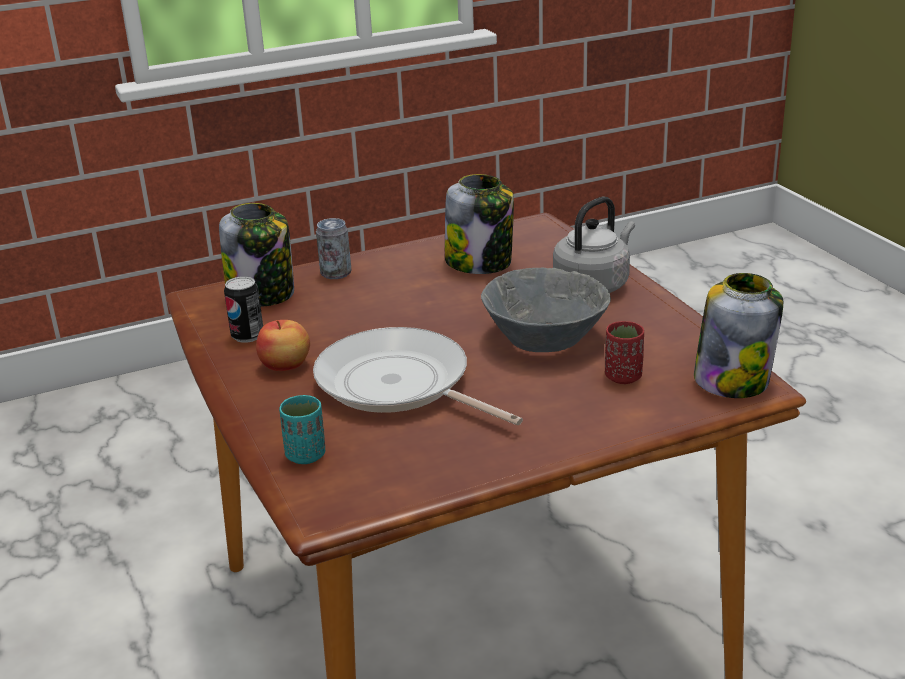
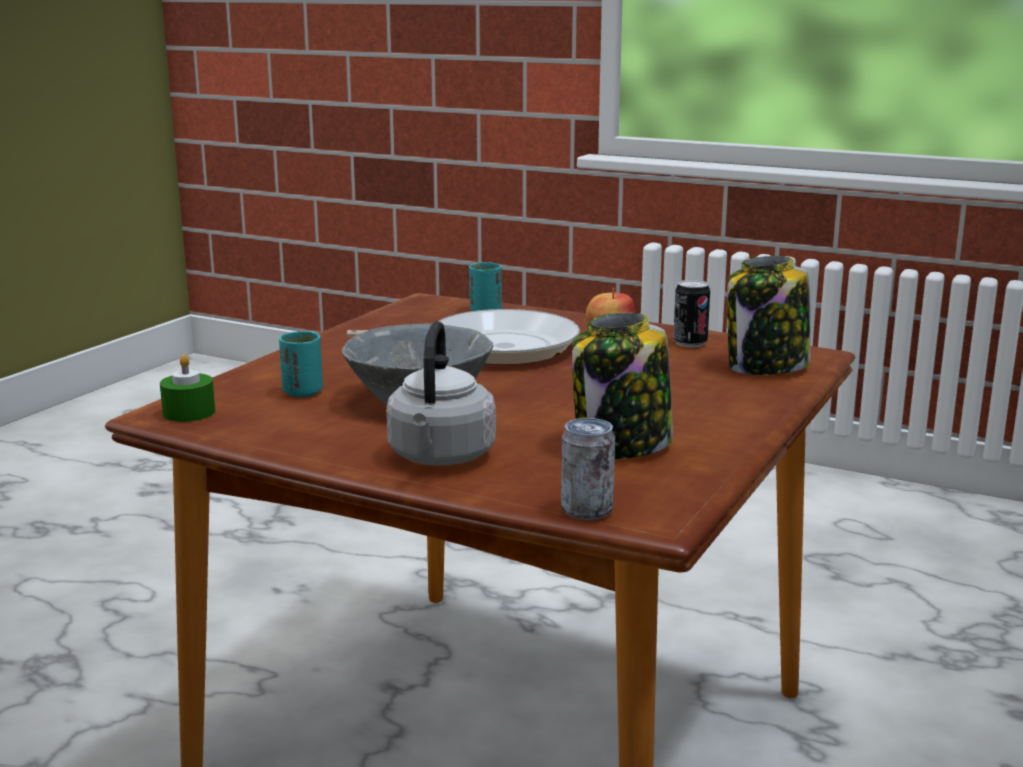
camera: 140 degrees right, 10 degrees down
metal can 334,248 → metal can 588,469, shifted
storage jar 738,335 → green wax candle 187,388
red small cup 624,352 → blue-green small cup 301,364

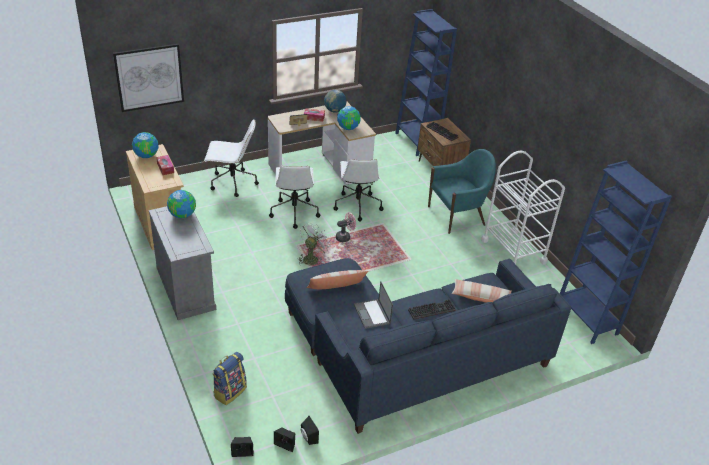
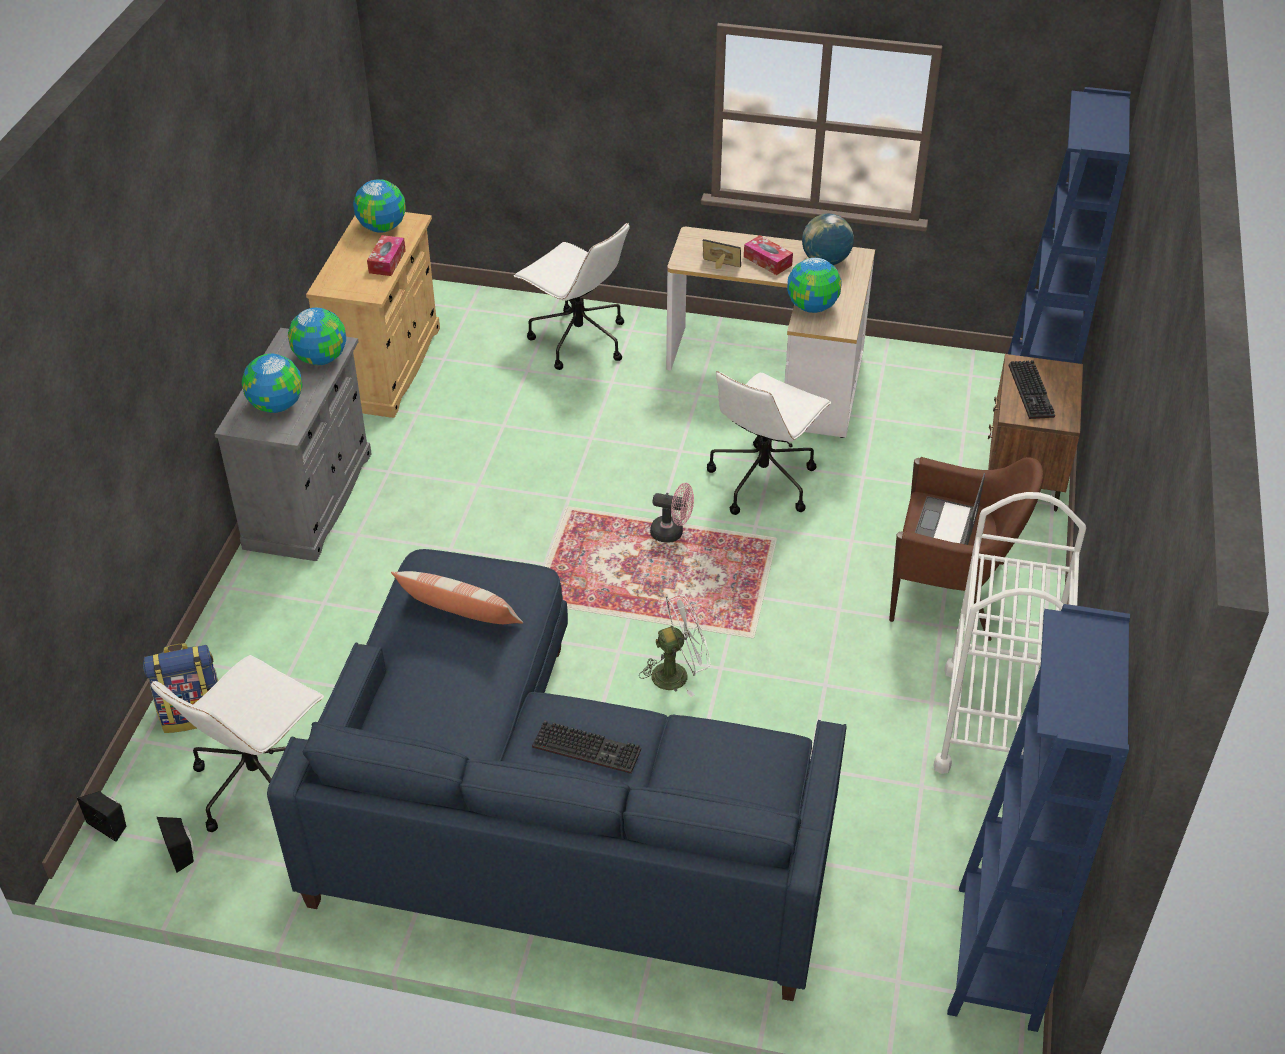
camera: 40 degrees right, 5 degrees up
wall picture 148,78 → -
blue-green easy chair 462,191 → brownish easy chair 966,549
white office chair 294,197 → white office chair 237,743, shifted
white electric fan 314,244 → white electric fan 675,645, shifted
cushion 482,291 → -
notebook computer 373,305 → notebook computer 950,509, shifted
black audio speaker 310,430 → -
- → globe 272,383

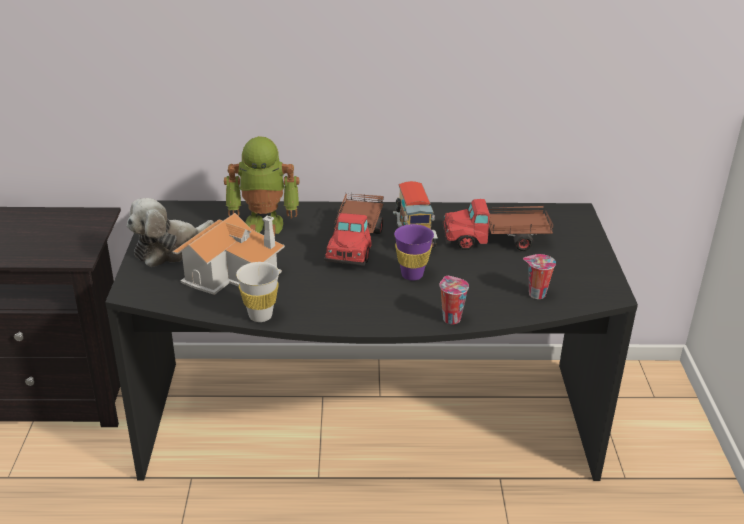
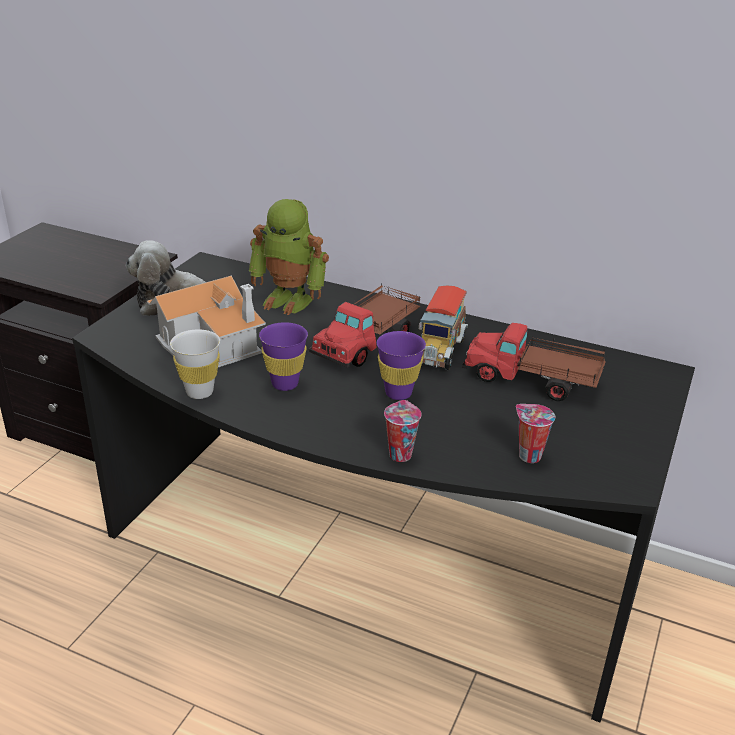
camera: 25 degrees right, 0 degrees up
- → purplish small cup 283,356

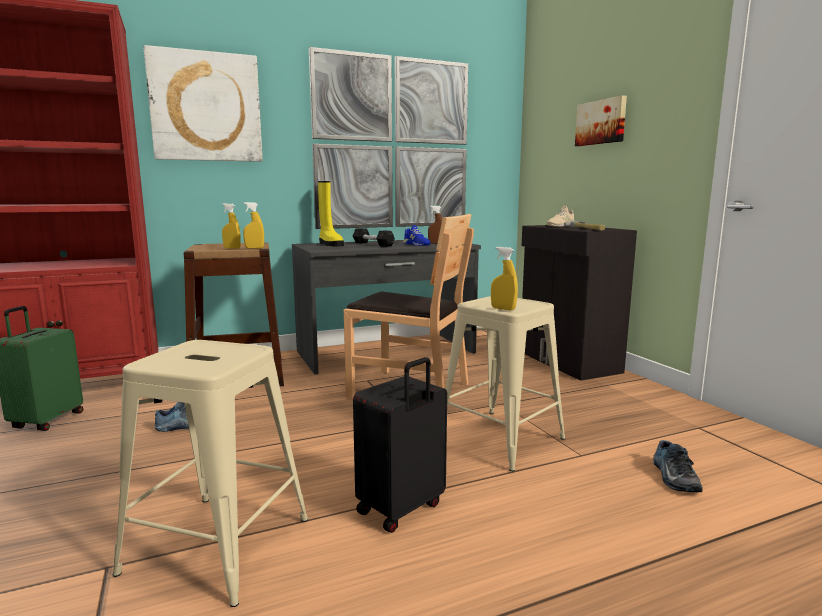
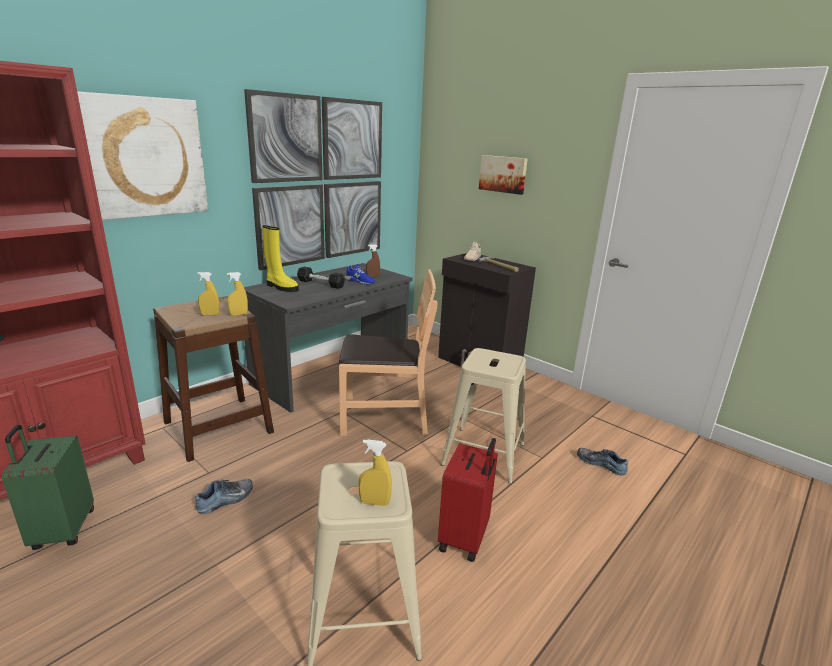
camera: 25 degrees left, 10 degrees up
yellow-coloured spray bottle 504,278 → yellow-coloured spray bottle 375,472, shifted
black suitcase 400,445 → red suitcase 468,500
item of footwear 678,466 → item of footwear 602,462, 150 degrees clockwise

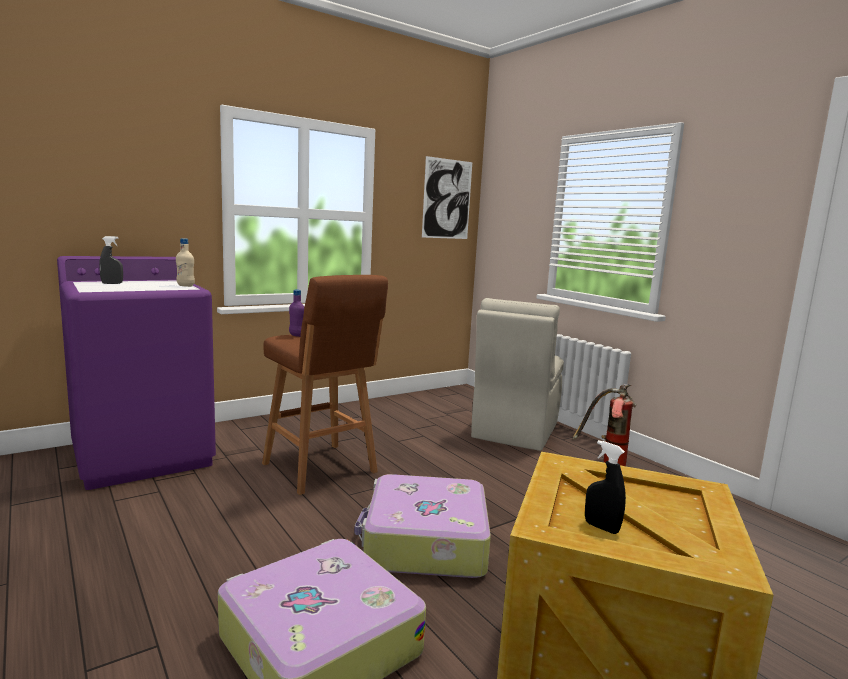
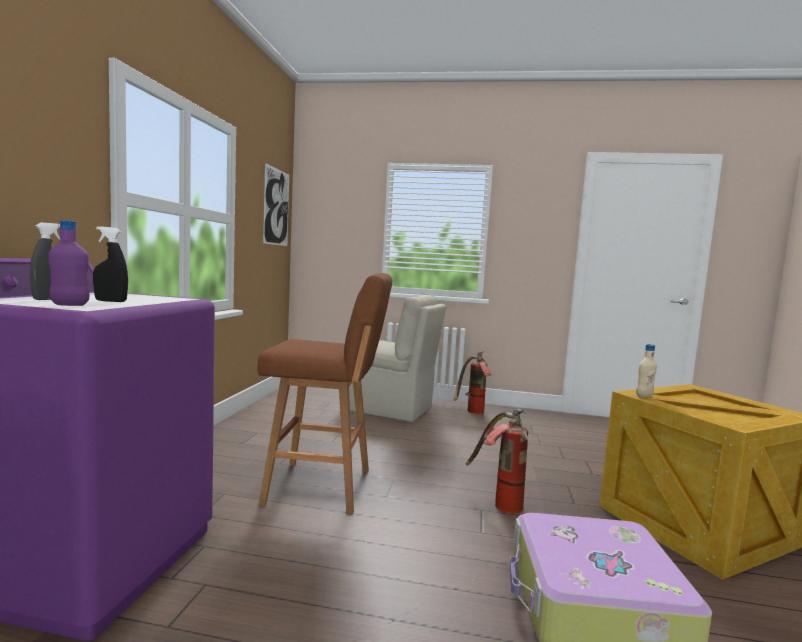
camera: 45 degrees left, 5 degrees down
beige beverage bottle 185,262 → beige beverage bottle 646,370, shifted
purplish beverage bottle 296,313 → purplish beverage bottle 69,263, shifted
beige upright chair 517,374 → beige upright chair 397,358, 45 degrees counterclockwise
black spray bottle 605,487 → black spray bottle 110,264, shifted
suitcase 422,526 → fire extinguisher 497,461

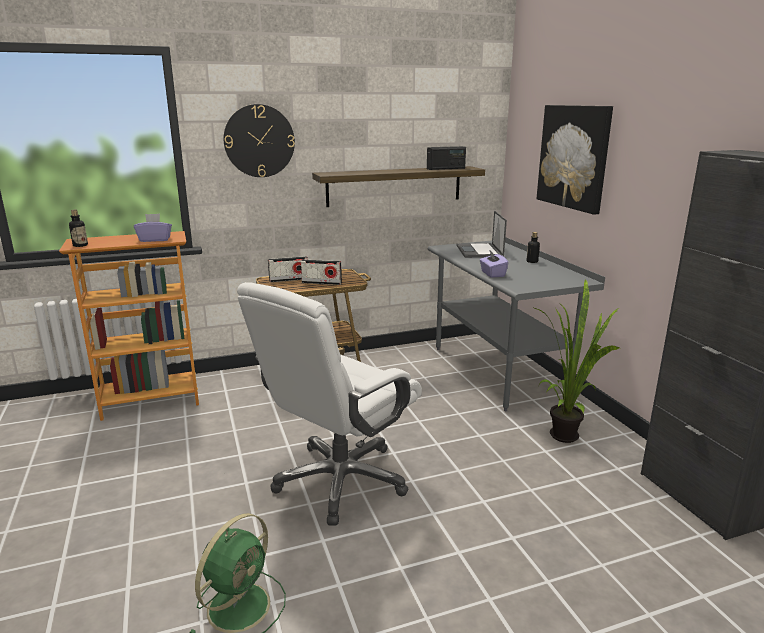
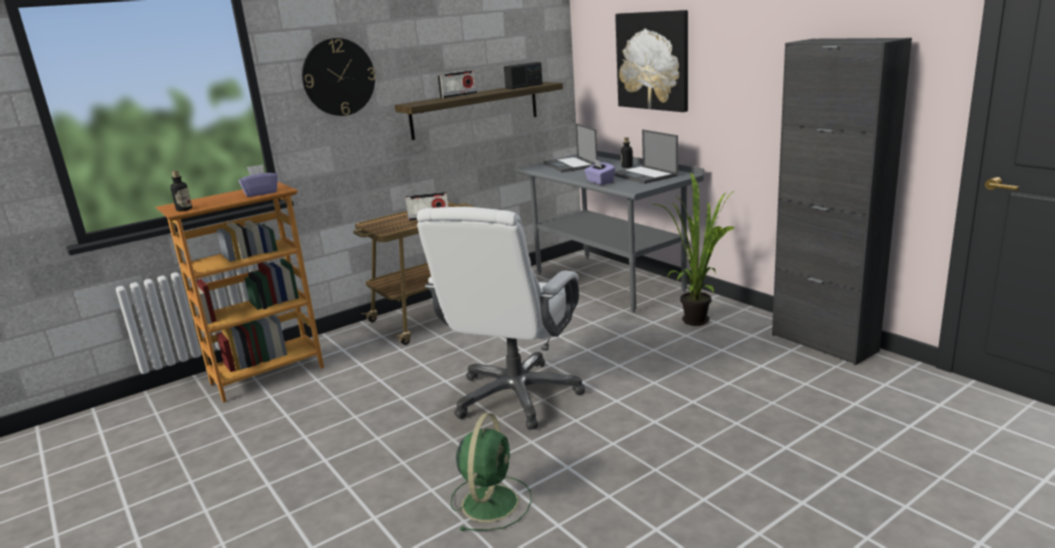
camera: 15 degrees left, 0 degrees up
radio 288,269 → radio 457,84, shifted
- → notebook computer 646,157

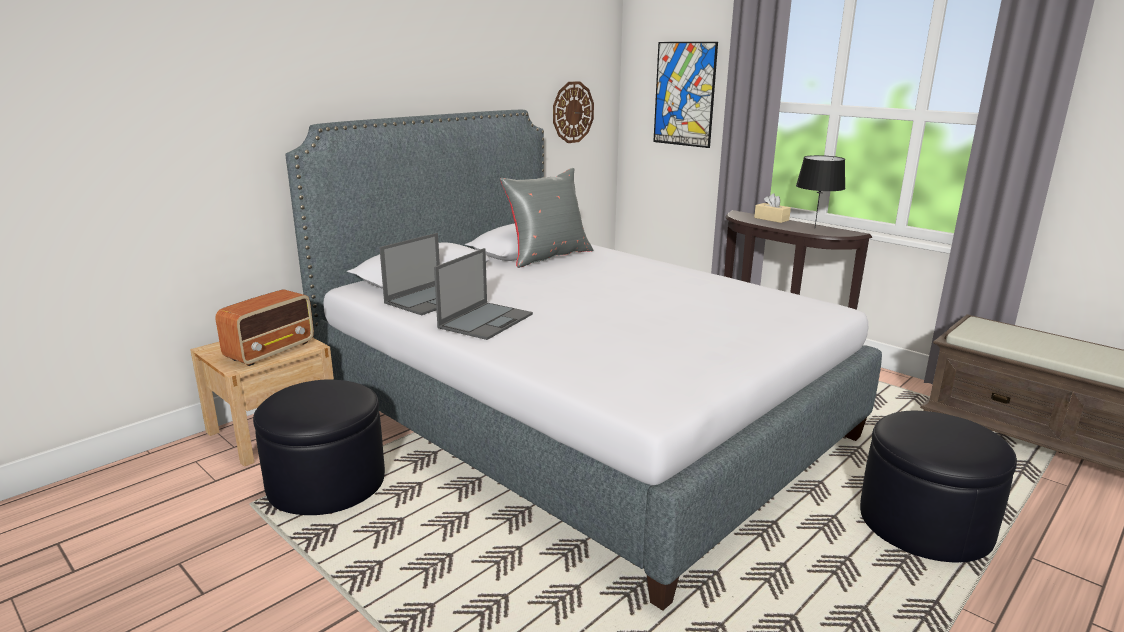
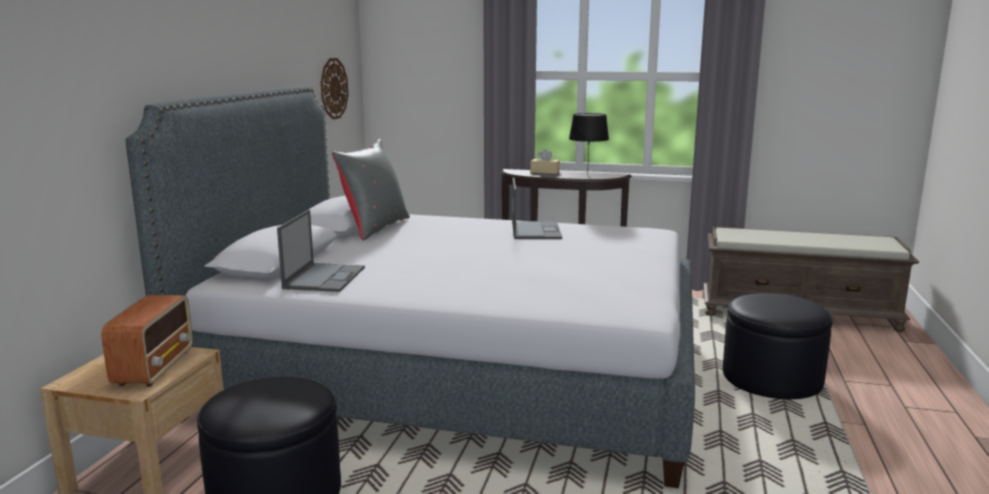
camera: 30 degrees left, 5 degrees down
wall picture 685,95 → -
notebook computer 483,294 → notebook computer 537,208, shifted

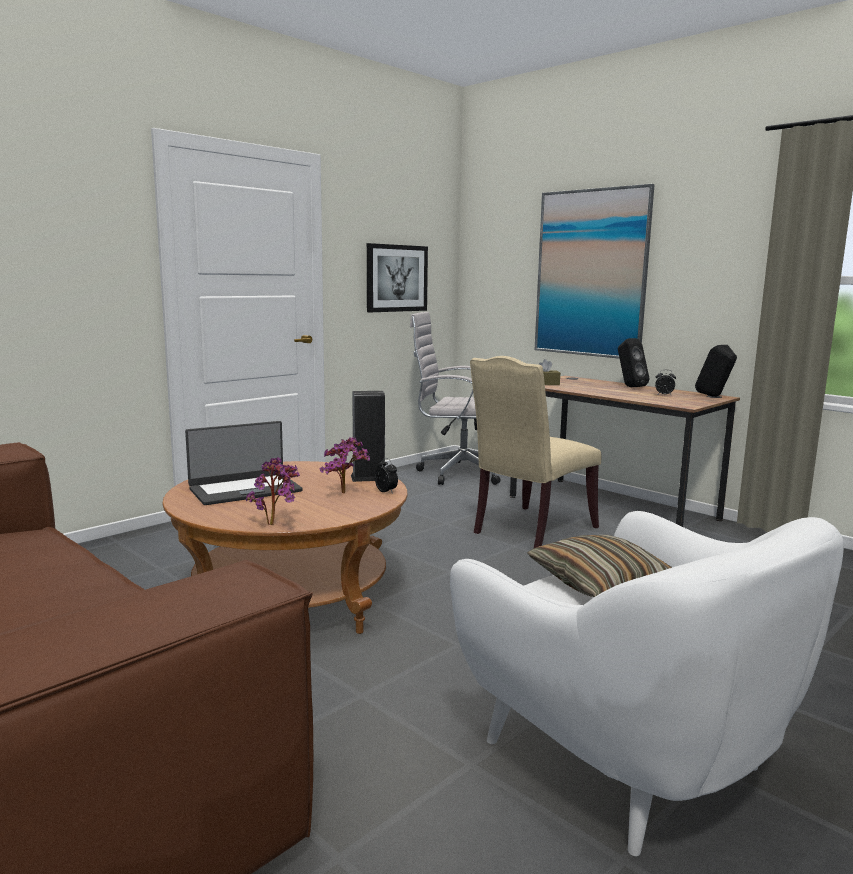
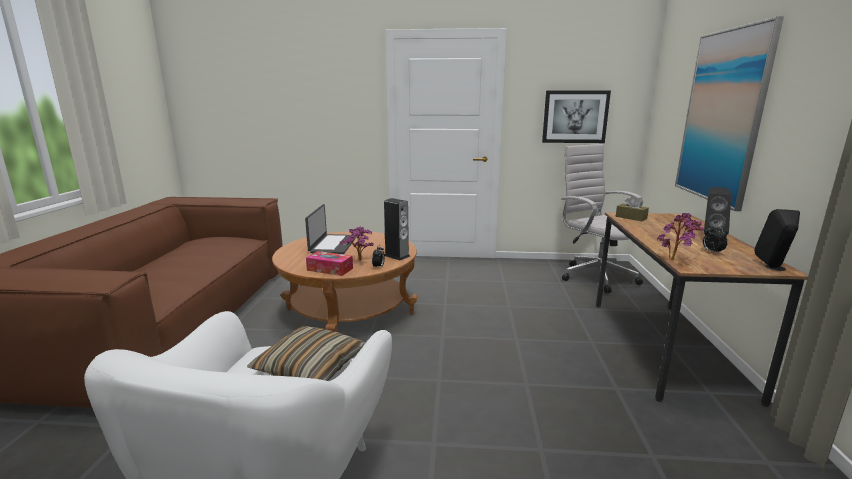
camera: 50 degrees right, 5 degrees up
beige upright chair 535,452 → -
notebook computer 244,463 → notebook computer 330,229, 105 degrees counterclockwise
plant in a pot 273,491 → plant in a pot 680,236, shifted
- → tissue holder 329,263

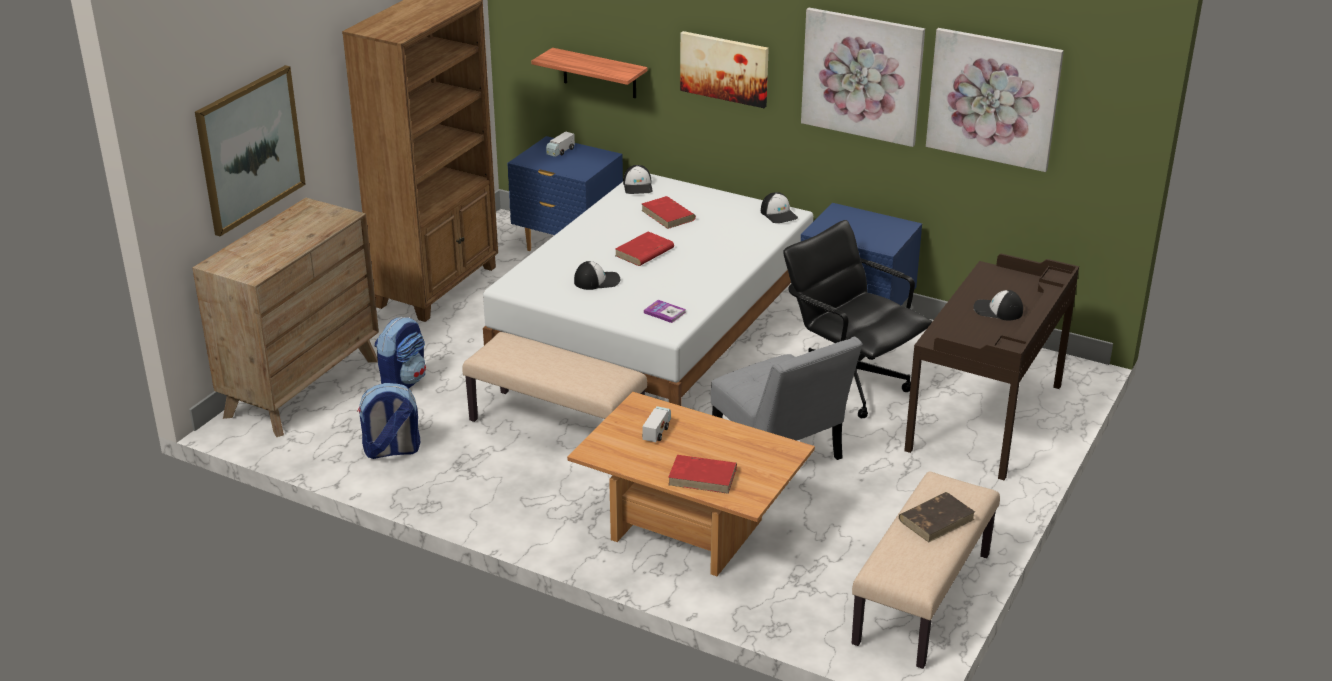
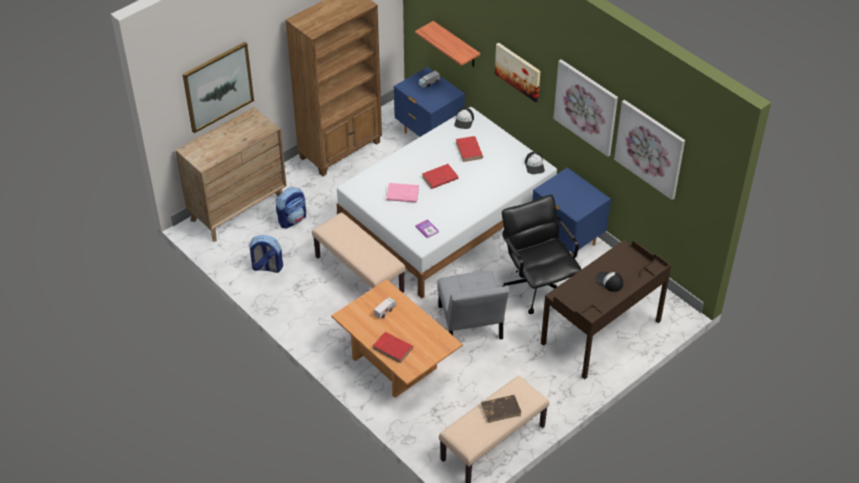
camera: 20 degrees right, 15 degrees up
cap 597,275 → pinkish volume 402,193

